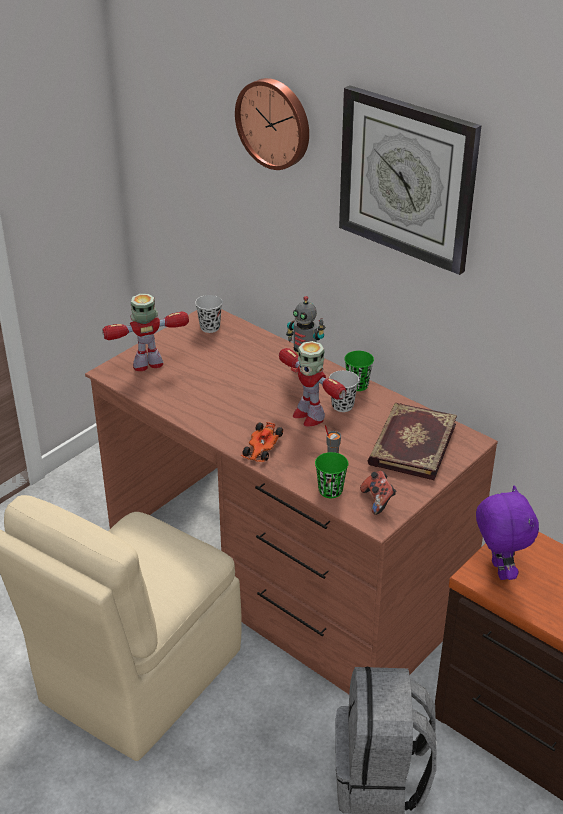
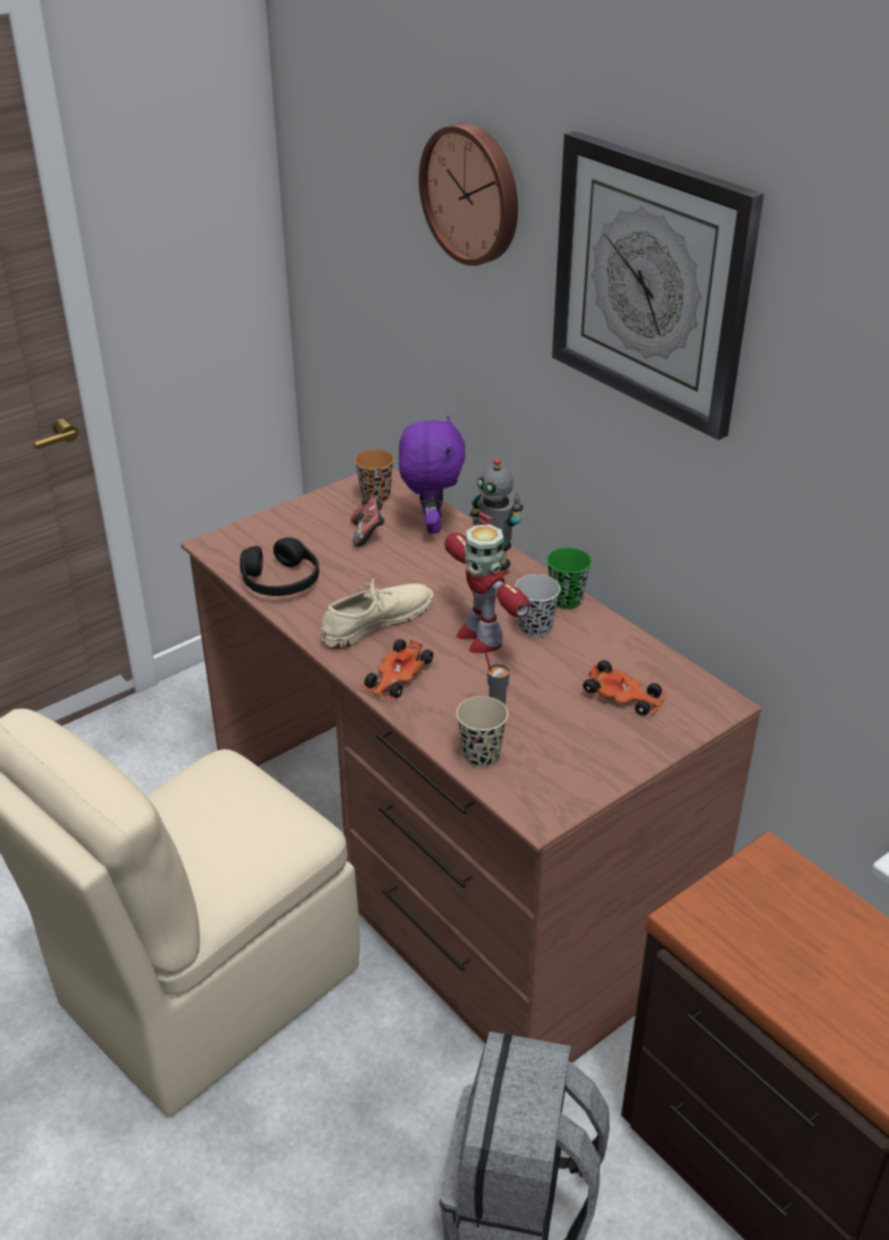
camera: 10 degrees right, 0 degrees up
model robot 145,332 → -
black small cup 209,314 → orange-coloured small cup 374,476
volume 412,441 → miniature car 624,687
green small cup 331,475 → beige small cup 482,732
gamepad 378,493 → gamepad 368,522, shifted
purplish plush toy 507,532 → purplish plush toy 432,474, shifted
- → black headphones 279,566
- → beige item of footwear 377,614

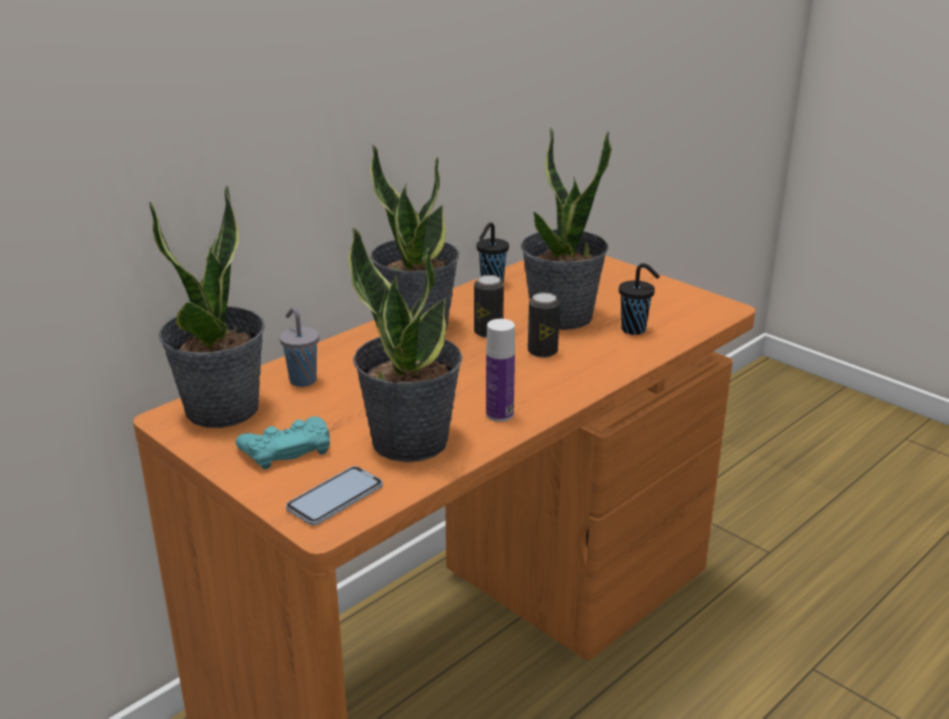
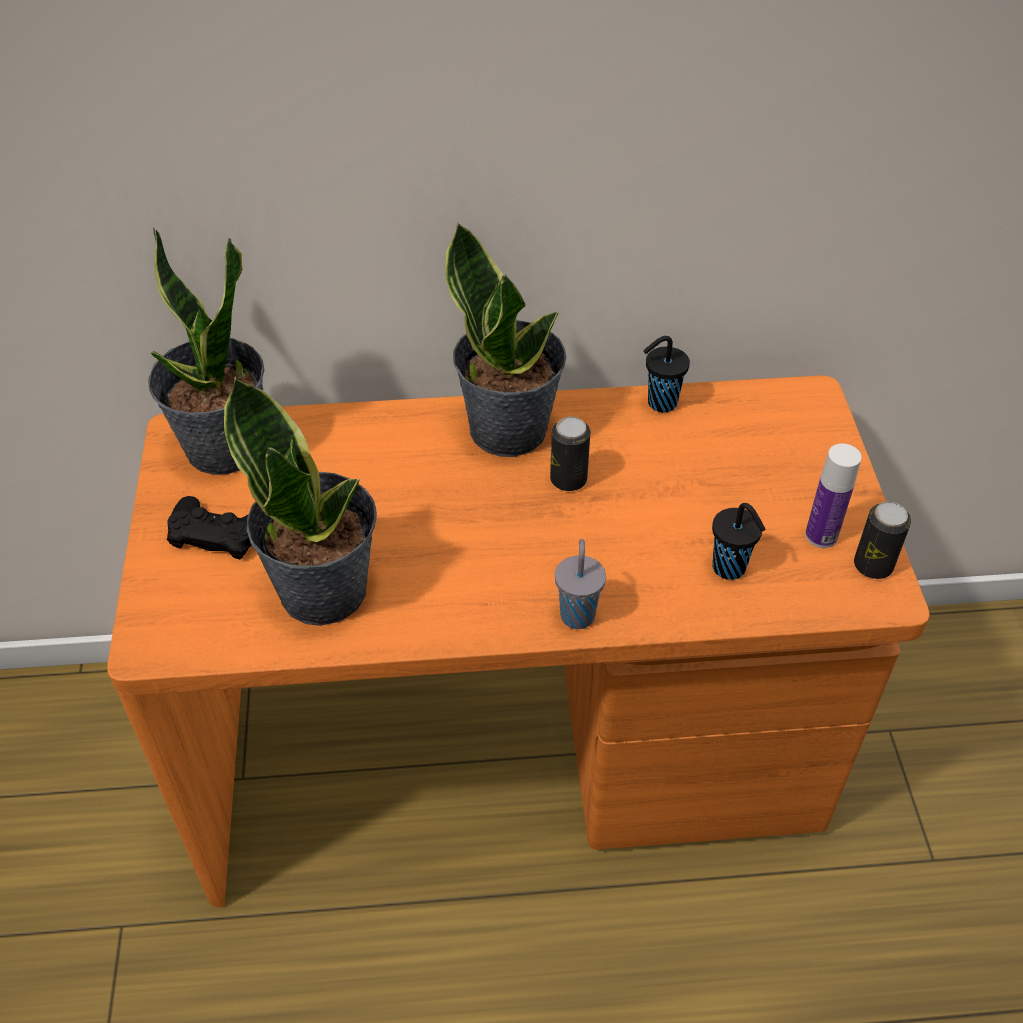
camera: 40 degrees right, 20 degrees up
plant in a pot 566,229 → -
metal can 544,325 → metal can 882,540, shifted
grey small cup 299,347 → grey small cup 580,584, shifted
beverage bottle 500,370 → beverage bottle 833,496, shifted
blue-green gamepad 282,443 → black gamepad 209,527
telephone 334,496 → -

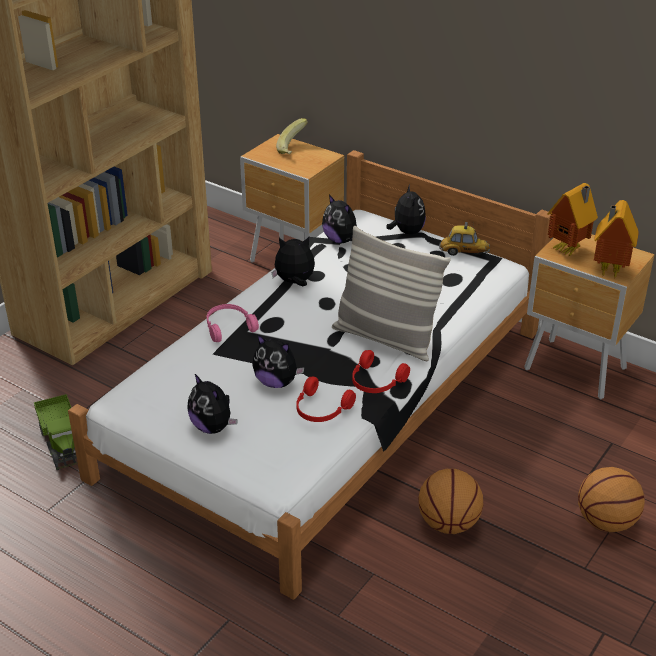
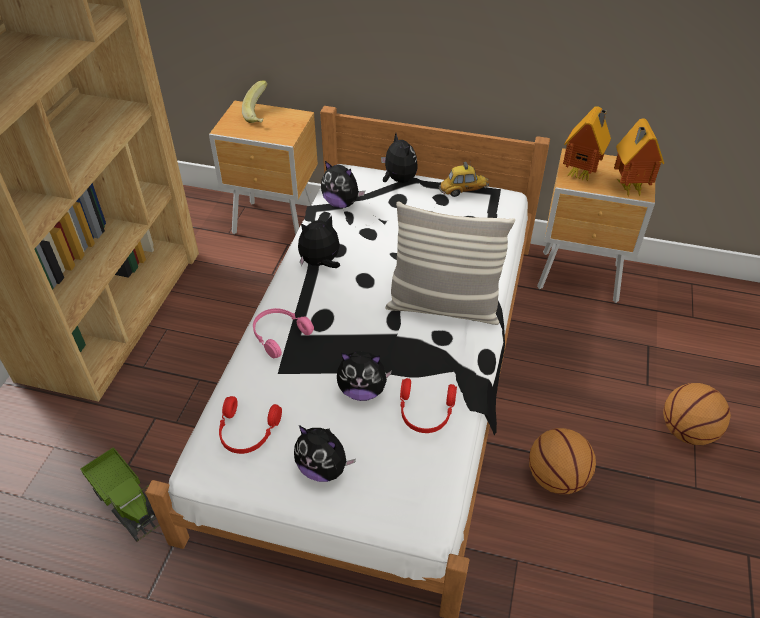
camera: 20 degrees left, 10 degrees up
red headphones 381,371 → red headphones 250,425, shifted

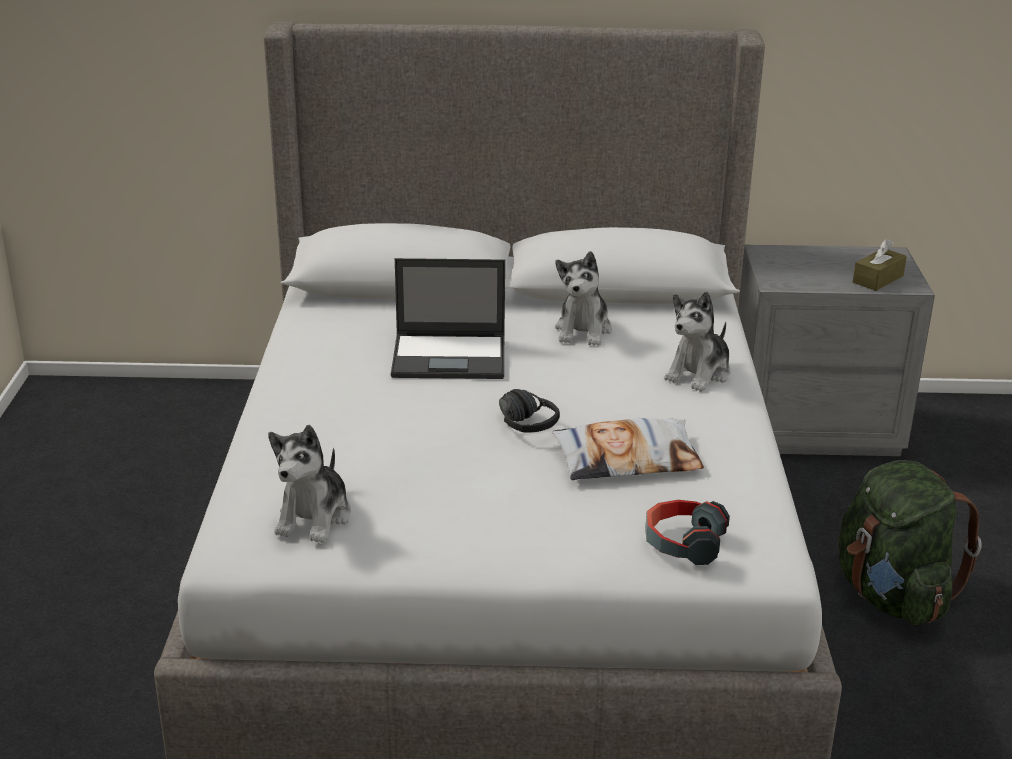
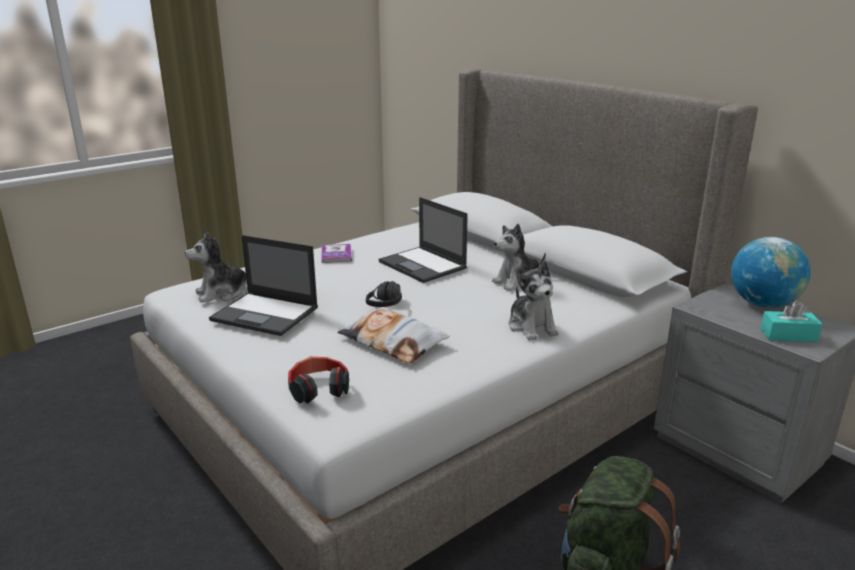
camera: 50 degrees right, 5 degrees down
brownish tissue holder 880,265 → blue-green tissue holder 791,321
plush toy 697,341 → plush toy 533,300, 105 degrees counterclockwise
- → notebook computer 263,285
- → globe 770,272
- → volume 336,253

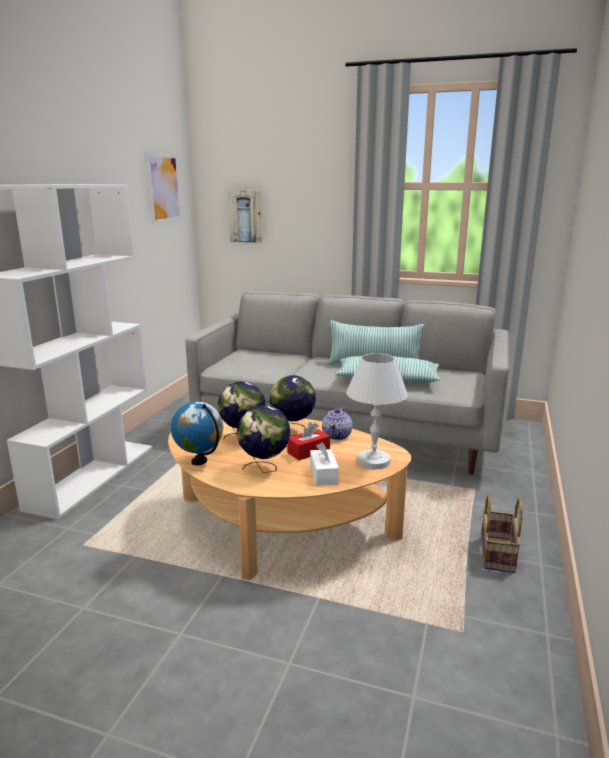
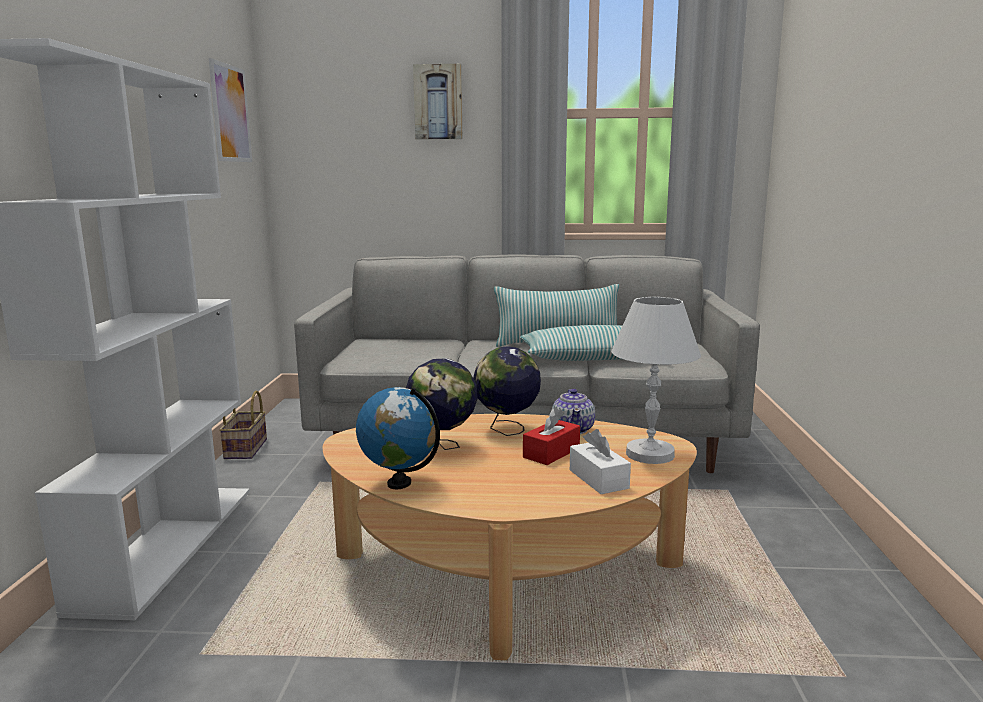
camera: 15 degrees left, 5 degrees down
wall picture 245,217 → wall picture 437,102, shifted
globe 263,439 → -
storage basket 502,534 → storage basket 243,425, shifted

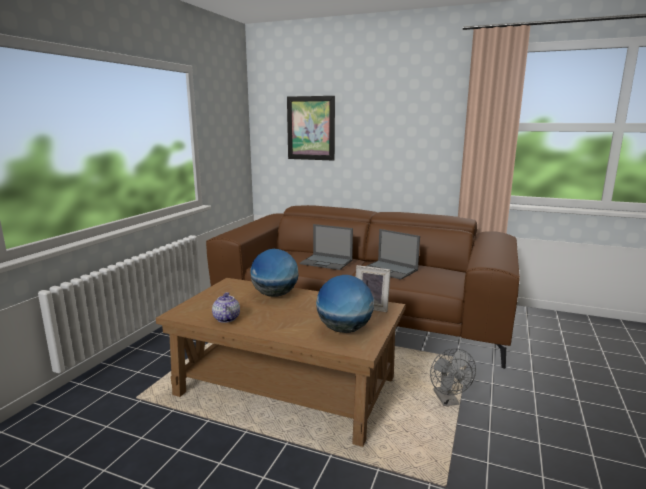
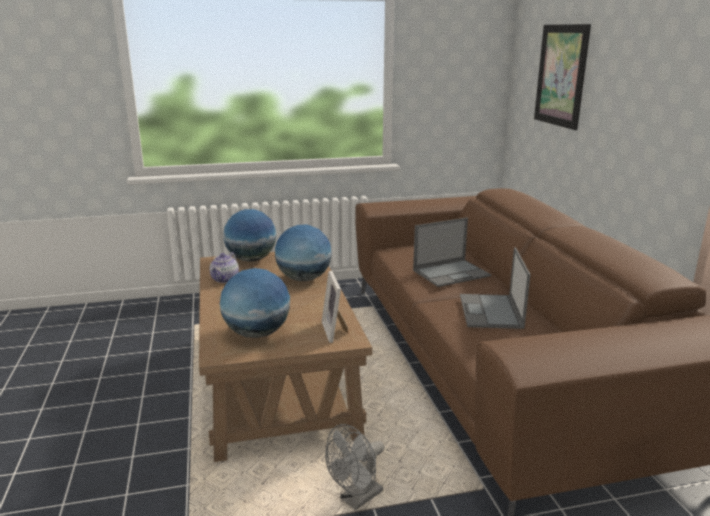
camera: 55 degrees right, 5 degrees up
notebook computer 326,247 → notebook computer 452,252, 105 degrees counterclockwise
pot for tea 226,307 → pot for tea 224,267, 150 degrees clockwise
- → globe 249,235

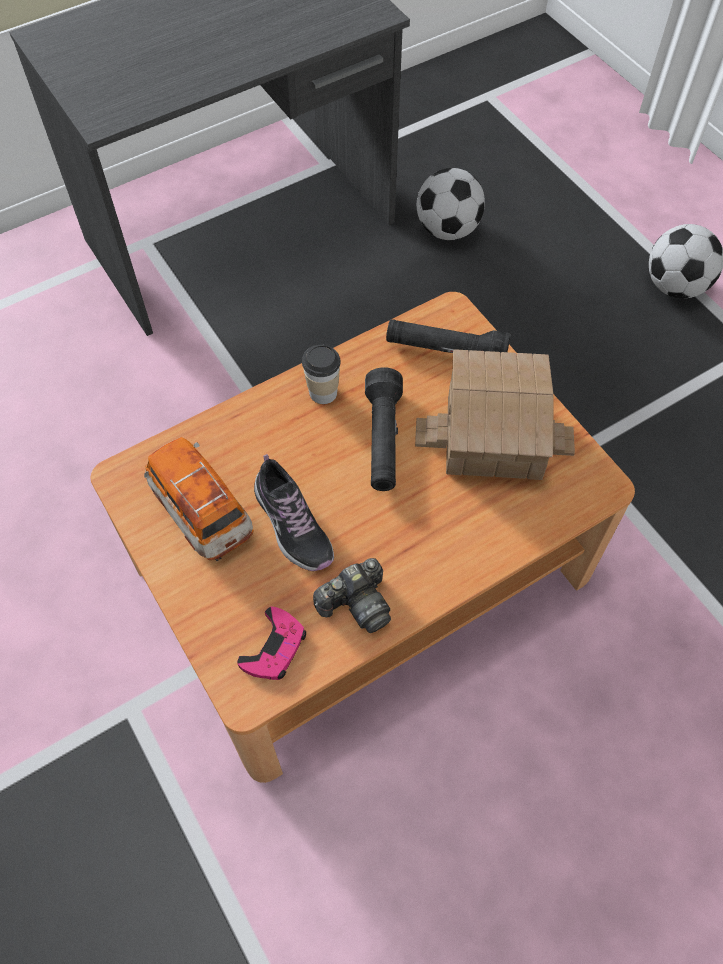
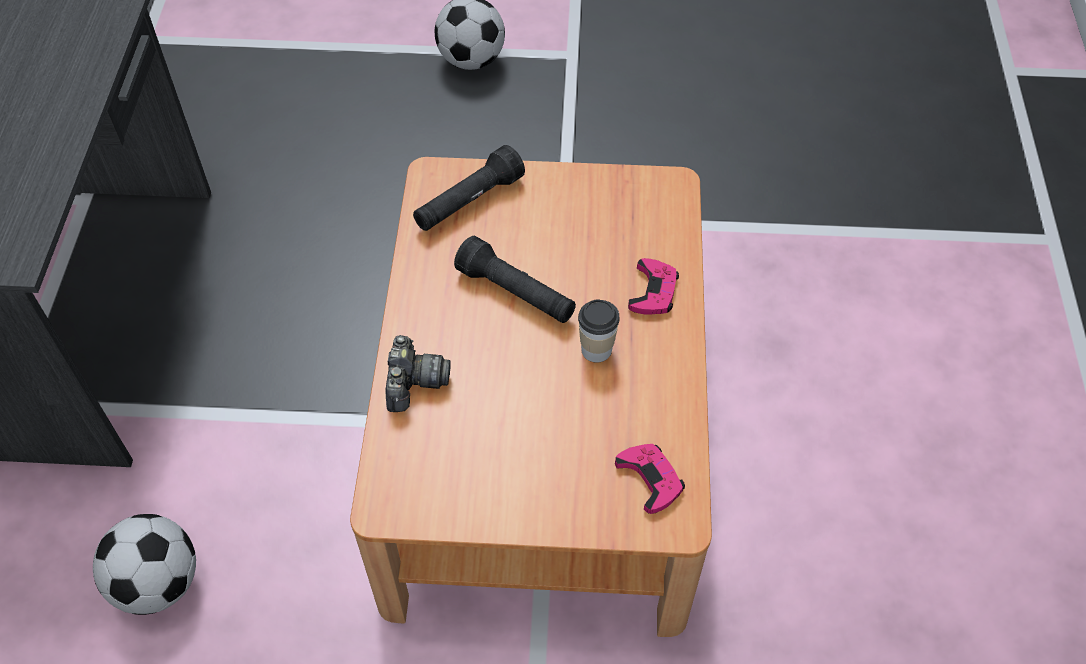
camera: 55 degrees left, 5 degrees down
football 451,204 → football 144,564, shifted
small cup 321,374 → small cup 599,330, shifted
toy house 495,414 → -
miniature car 199,499 → -
item of footwear 294,512 → -
still camera 352,595 → still camera 418,373, shifted
- → pinkish gamepad 653,286

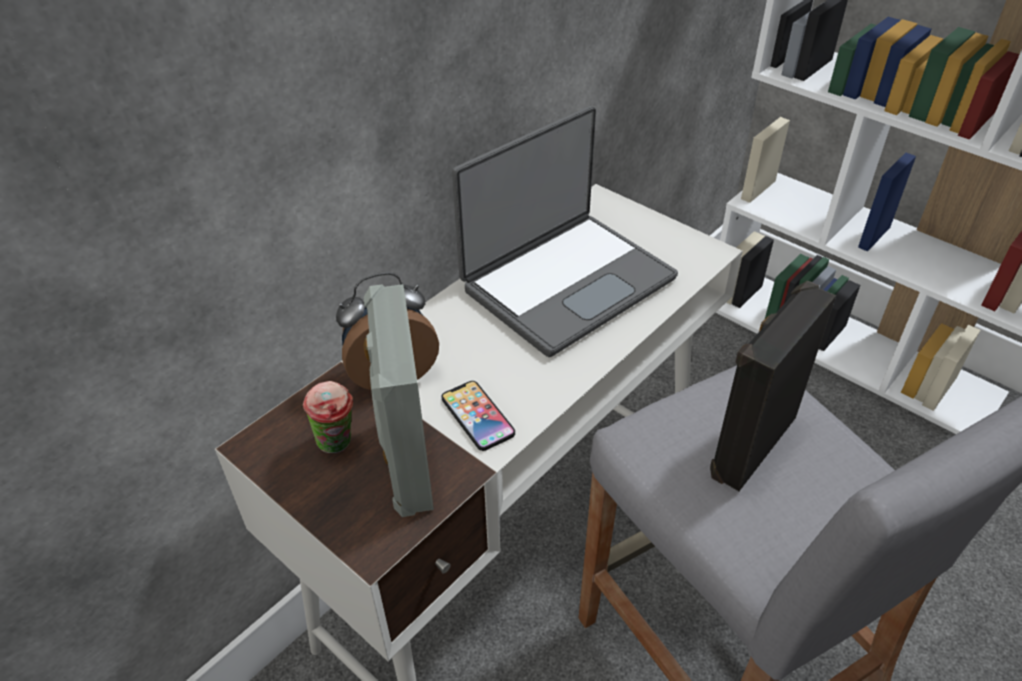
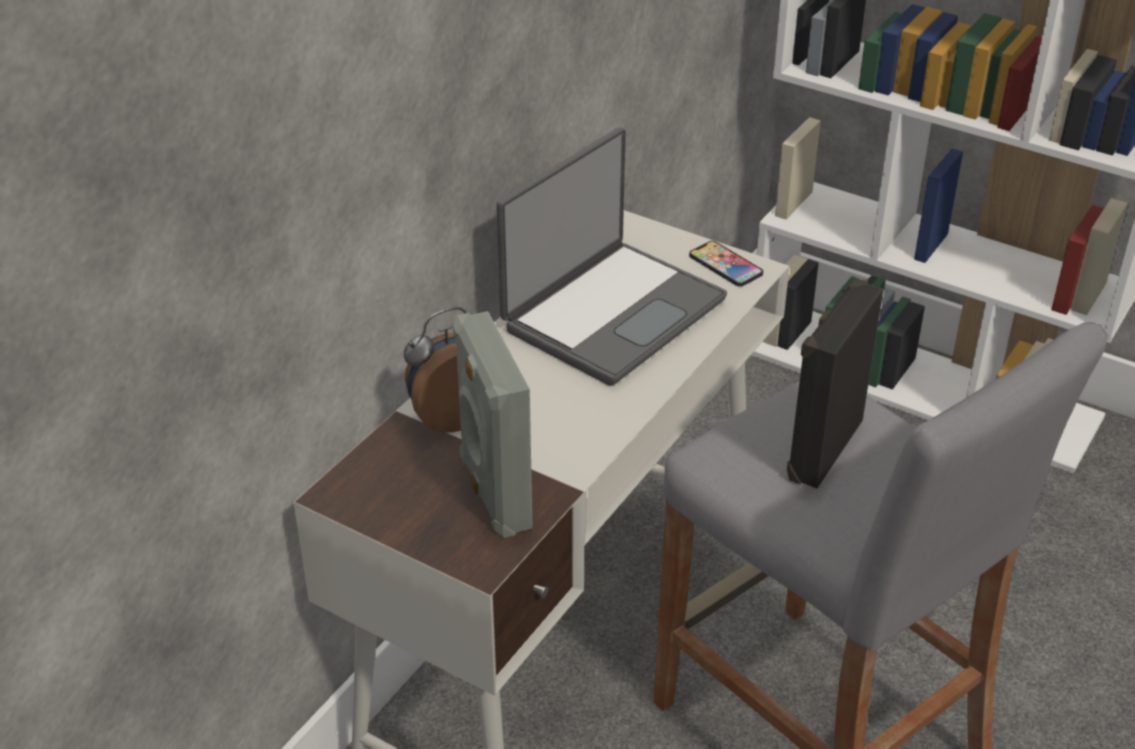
camera: 10 degrees left, 5 degrees down
small cup 328,417 → -
telephone 478,416 → telephone 726,264, shifted

